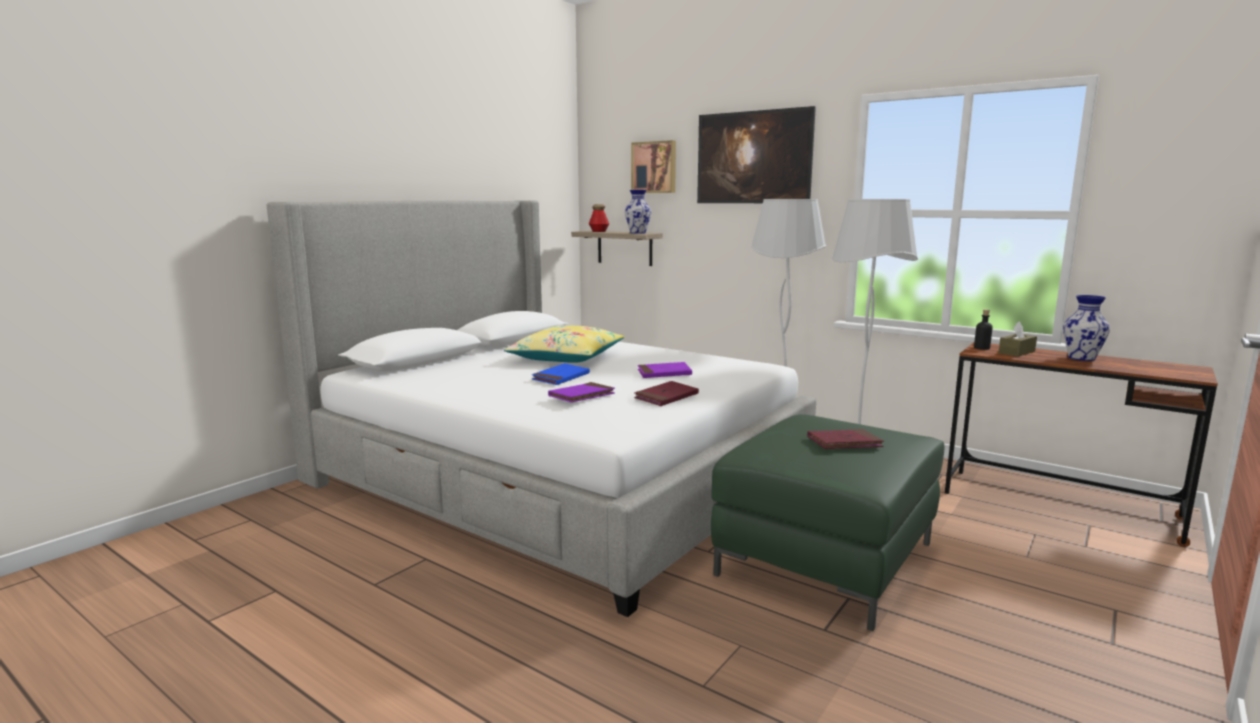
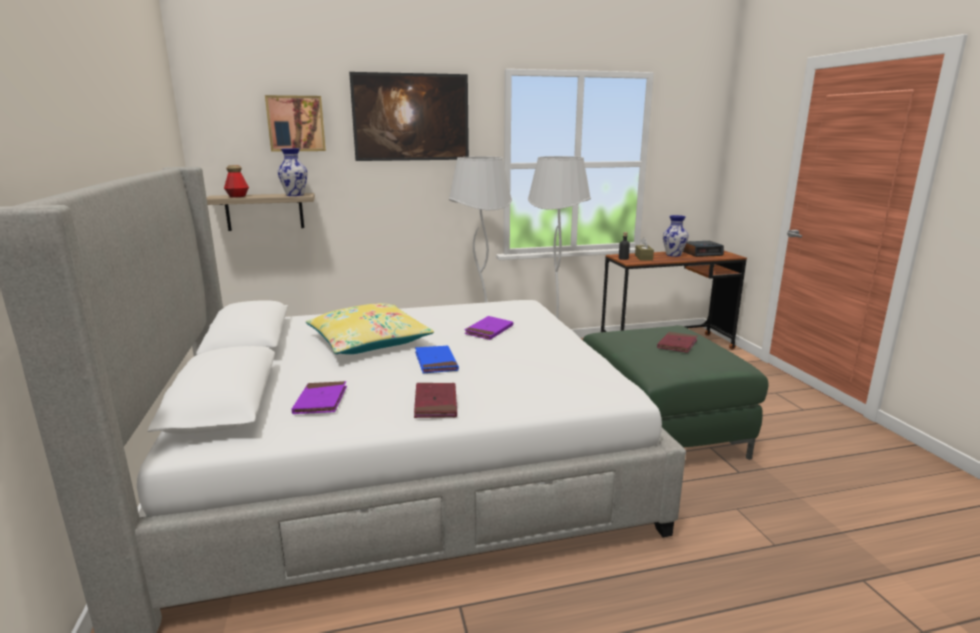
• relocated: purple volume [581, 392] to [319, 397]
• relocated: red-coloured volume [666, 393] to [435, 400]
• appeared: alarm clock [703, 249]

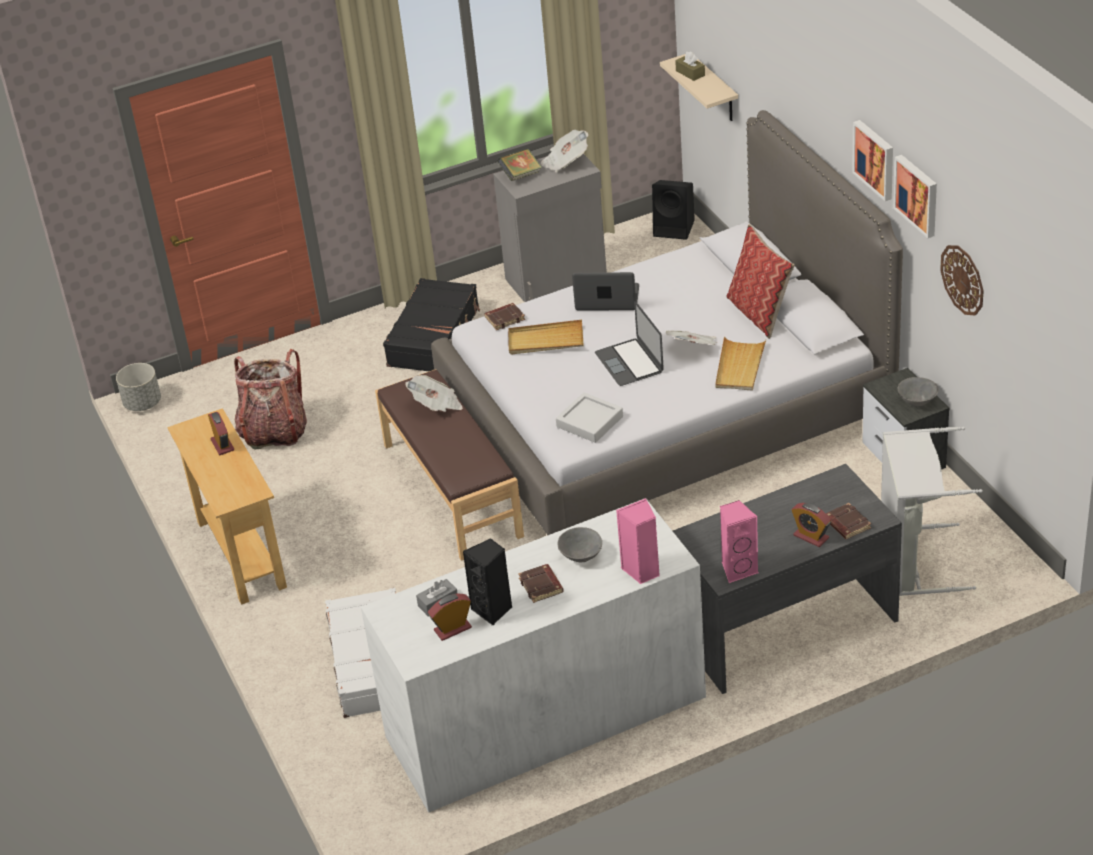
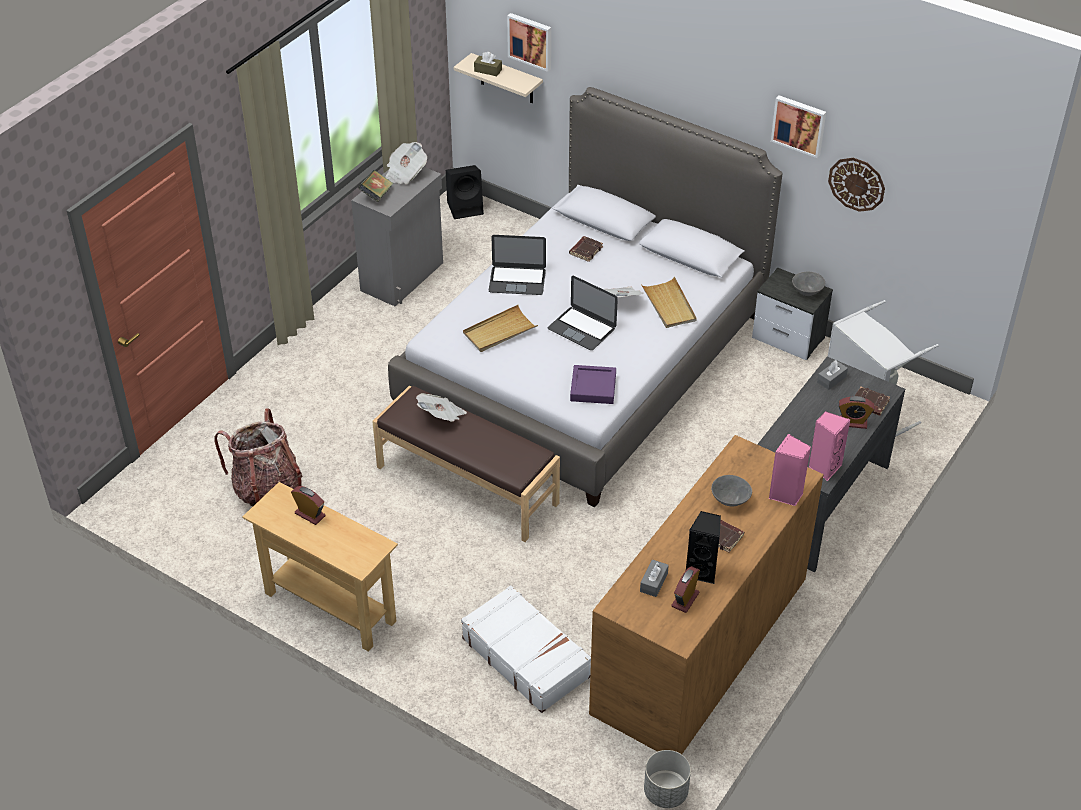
• spun: portable computer [605, 291] = [517, 265] 150 degrees counterclockwise
• relocated: wall art [873, 160] to [529, 42]
• relocated: brown volume [504, 316] to [586, 249]
• colour: gray serving tray [589, 417] to purple serving tray [593, 384]
• colour: white drawer chest [533, 655] to brown drawer chest [706, 594]
• relocated: gray planter [138, 387] to [667, 779]
• appeared: gray tissue box [832, 375]
• missing: black suitcase [431, 324]
• missing: pillow [760, 281]

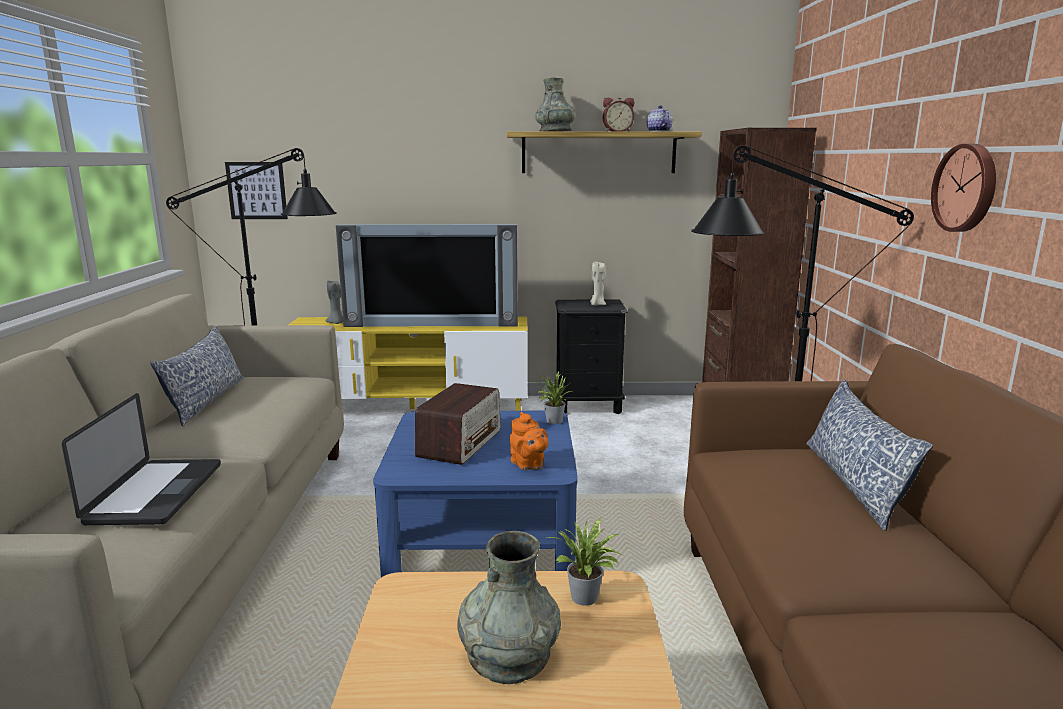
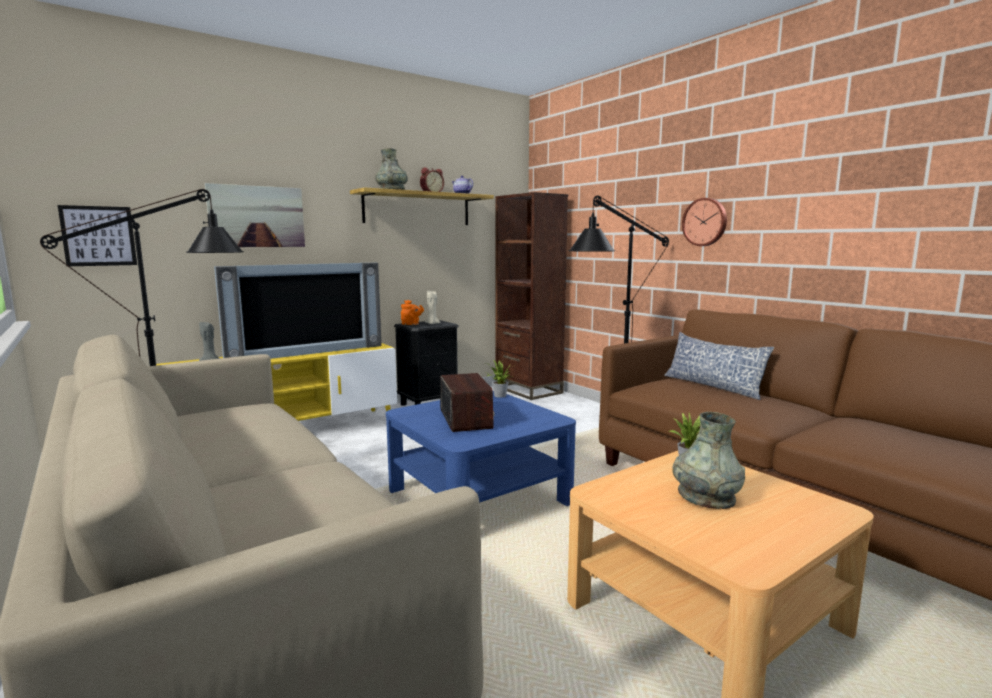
• appeared: wall art [255, 215]
• relocated: orange-coloured teapot [529, 441] to [412, 312]
• missing: portable computer [141, 459]
• missing: pillow [197, 376]

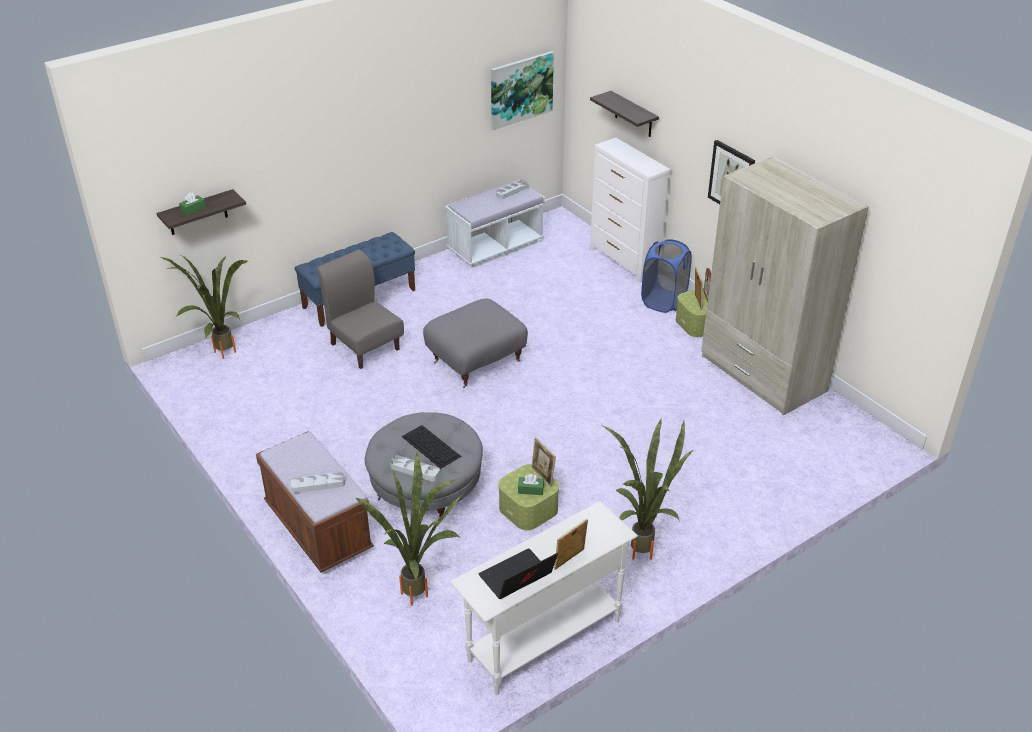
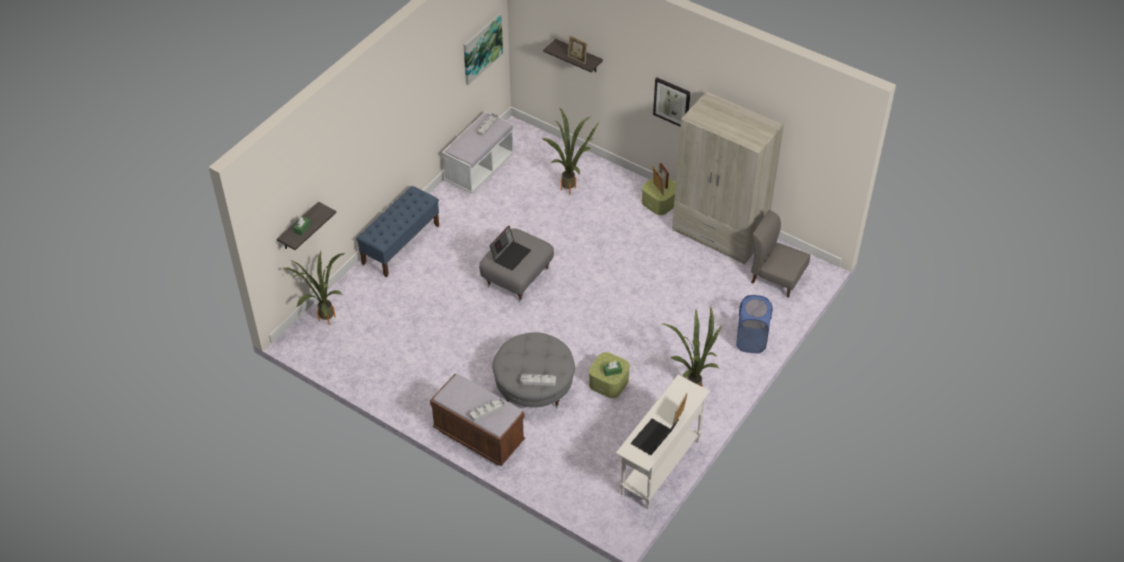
• appeared: portable computer [510, 248]
• relocated: plant in a pot [409, 528] to [570, 151]
• relocated: picture frame [543, 462] to [577, 49]
• relocated: blue laundry basket [666, 276] to [754, 324]
• relocated: gray chair [361, 309] to [780, 254]
• missing: keyboard [431, 447]
• missing: white drawer chest [630, 210]

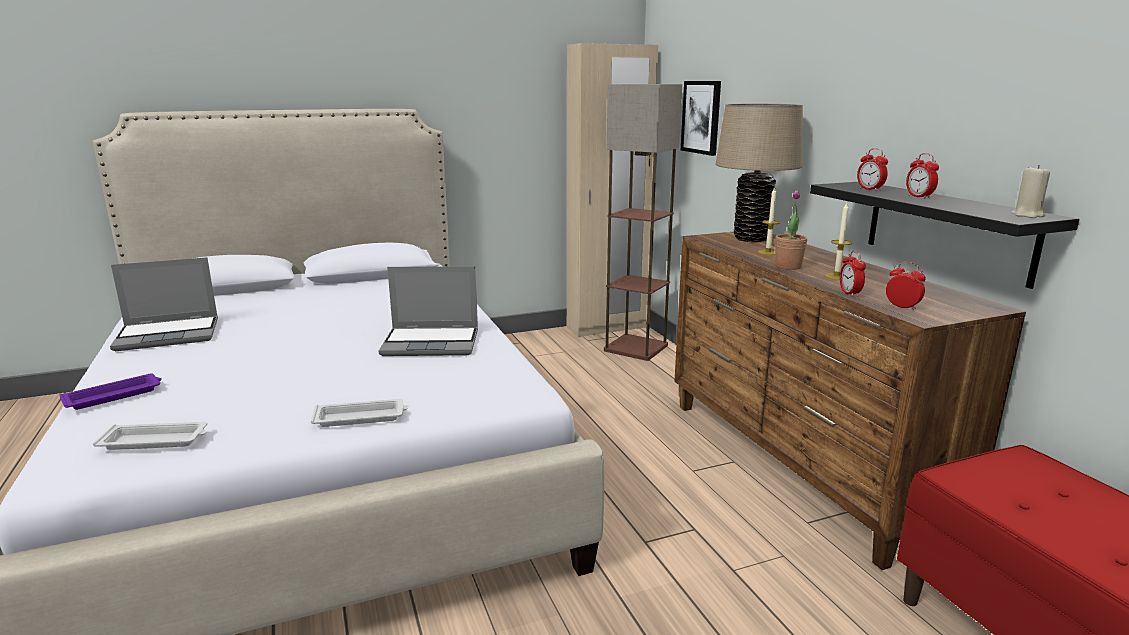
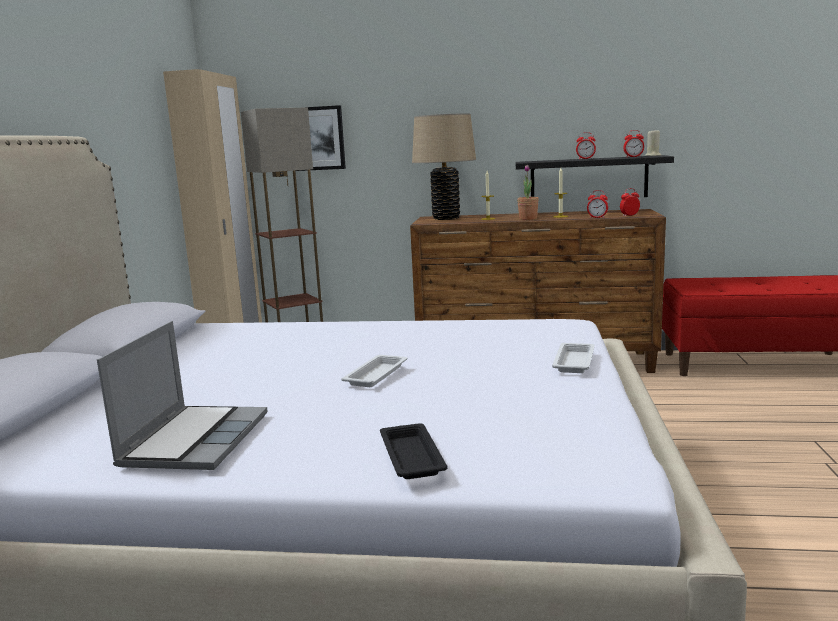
• relocated: white serving tray [150, 436] to [374, 371]
• colour: purple serving tray [110, 392] to black serving tray [414, 451]
• relocated: alarm clock [872, 169] to [633, 144]
• missing: portable computer [428, 311]

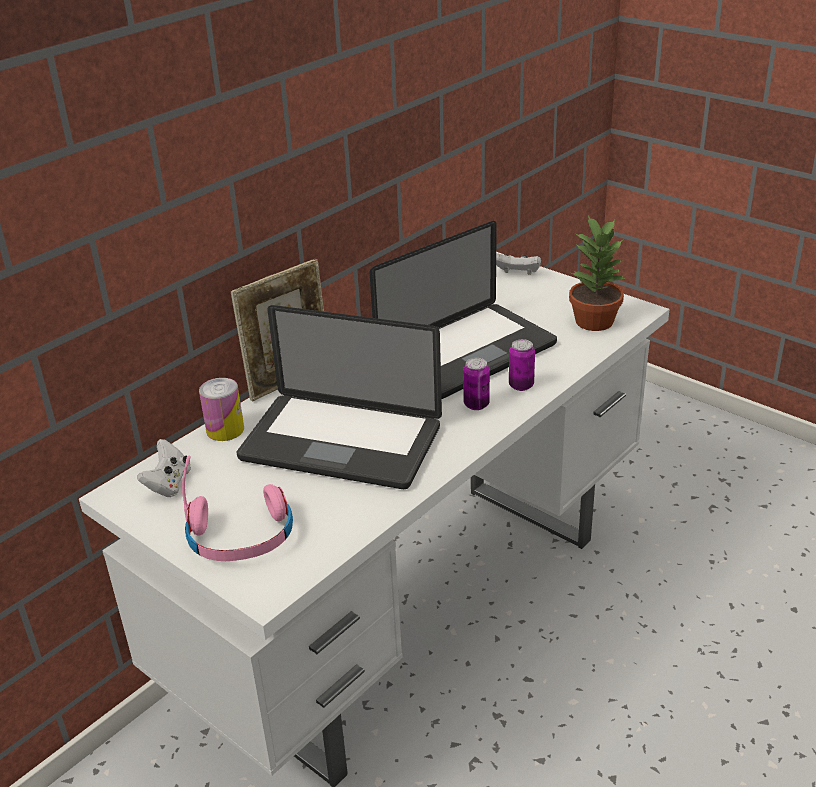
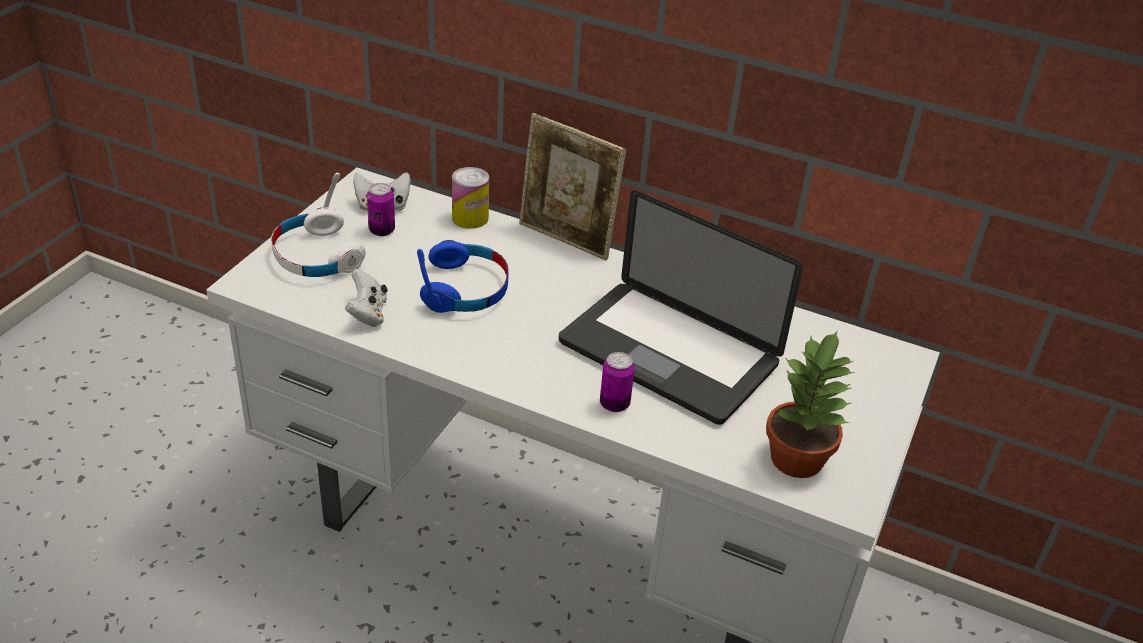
• colour: pink-coloured headset [237, 508] to white headset [318, 225]
• relocated: white gamepad [518, 264] to [366, 298]
• relocated: sealed can [476, 384] to [381, 209]
• exchanged: portable computer [339, 397] to blue headset [463, 276]

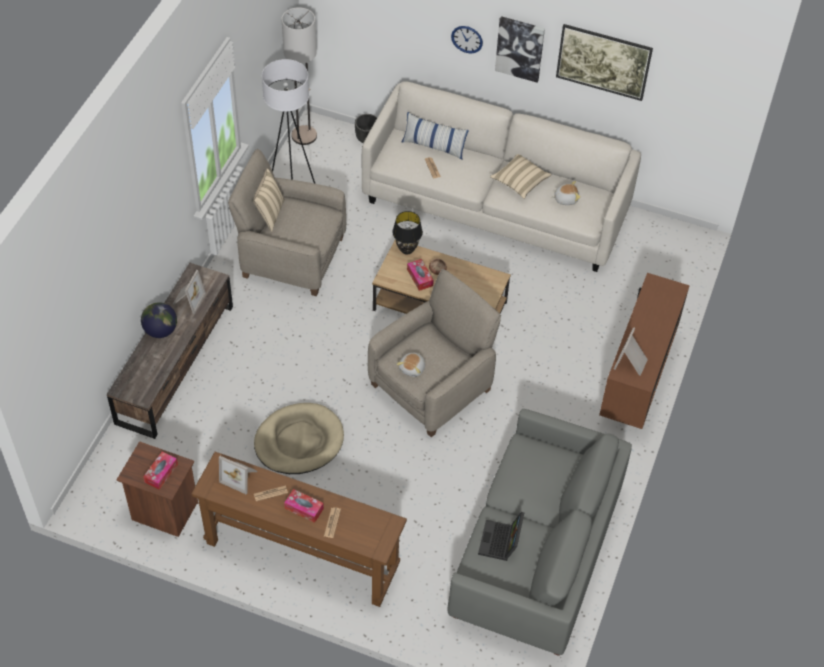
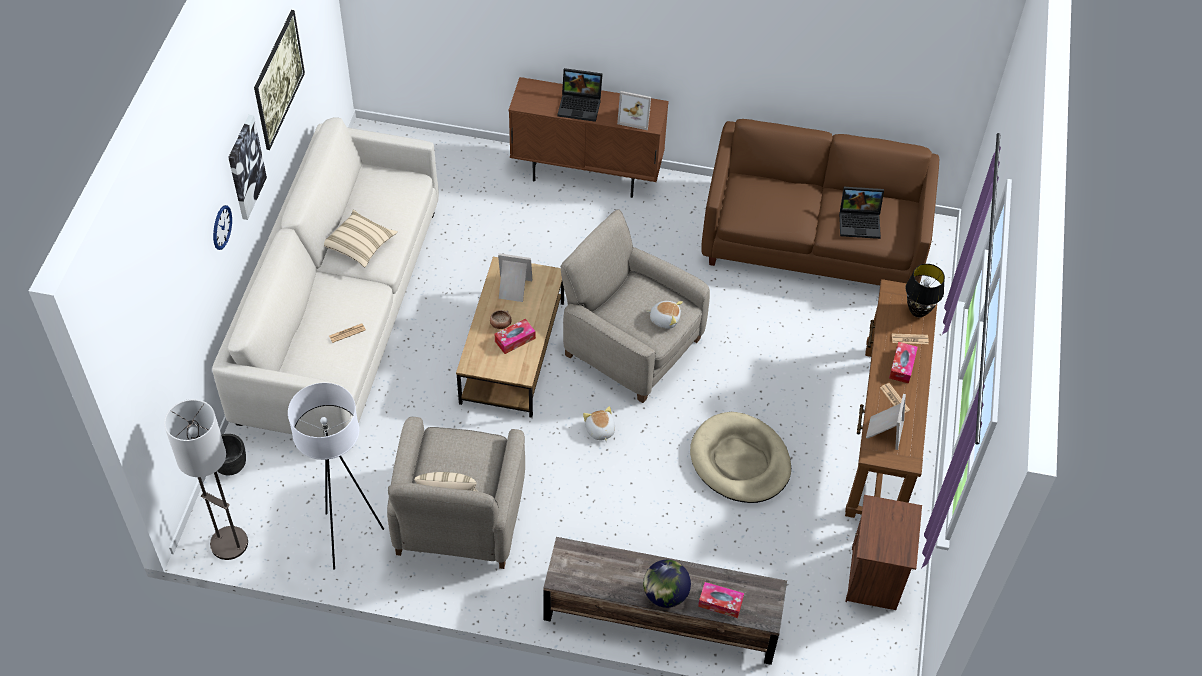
• relocated: picture frame [189, 292] to [515, 277]
• appeared: portable computer [580, 95]
• relocated: plush toy [566, 193] to [599, 424]
• relocated: tissue box [160, 471] to [721, 600]
• colour: gray sofa [540, 532] to brown sofa [820, 202]
• relocated: black tabletop lamp [407, 233] to [925, 290]
• missing: pillow [435, 136]

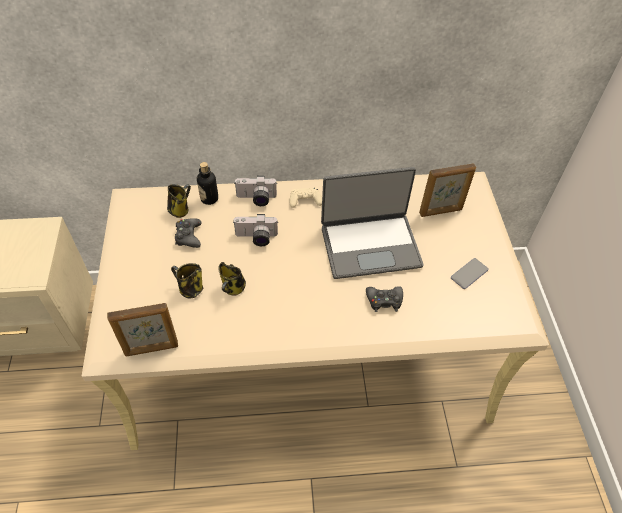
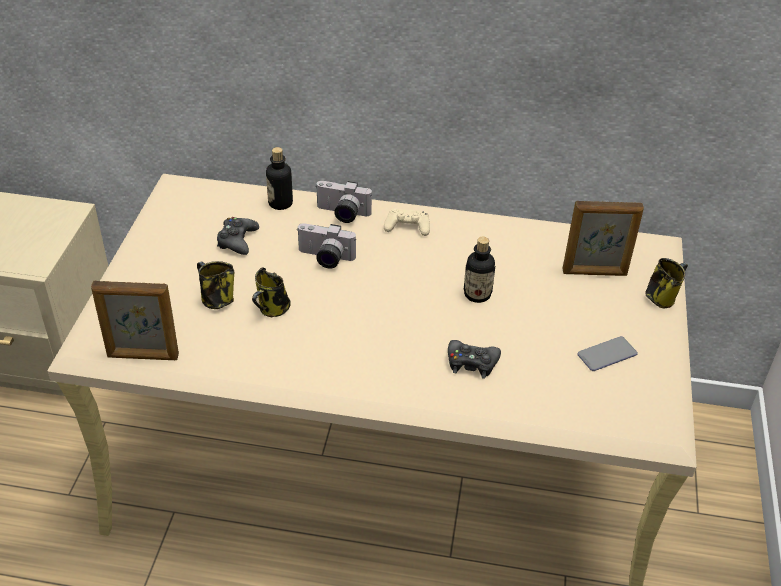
• exchanged: portable computer [372, 223] to drink bottle [480, 270]
• relocated: mug [179, 201] to [666, 283]

